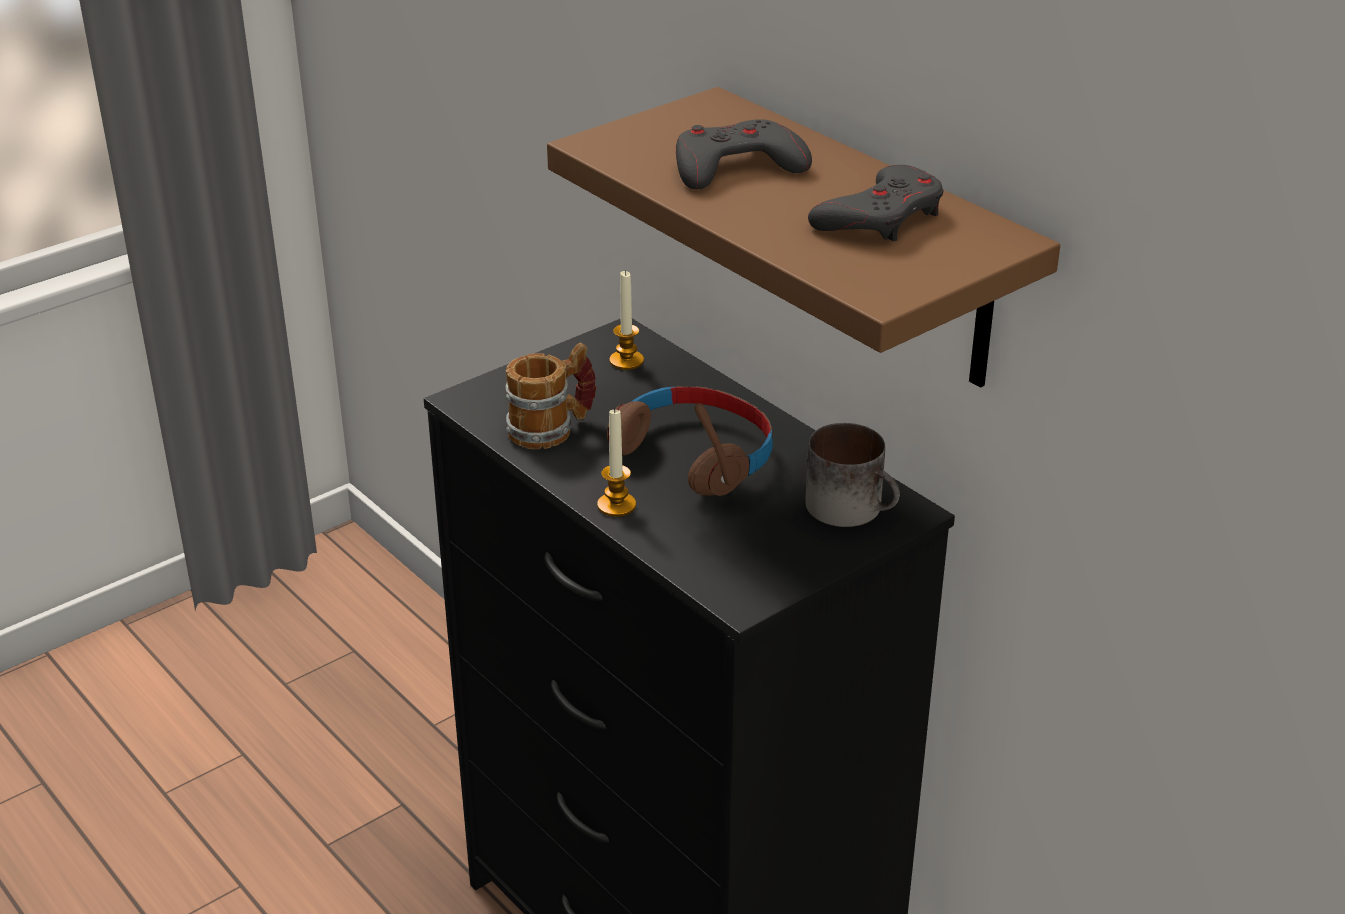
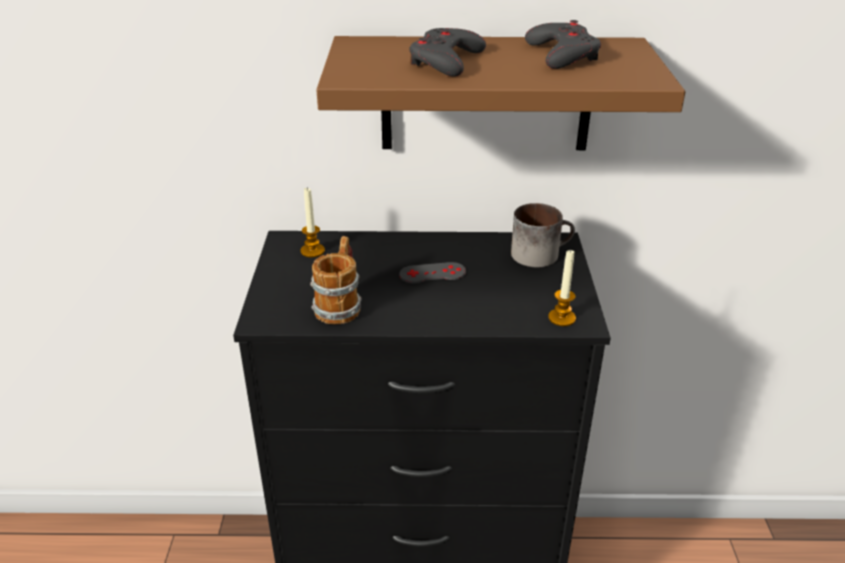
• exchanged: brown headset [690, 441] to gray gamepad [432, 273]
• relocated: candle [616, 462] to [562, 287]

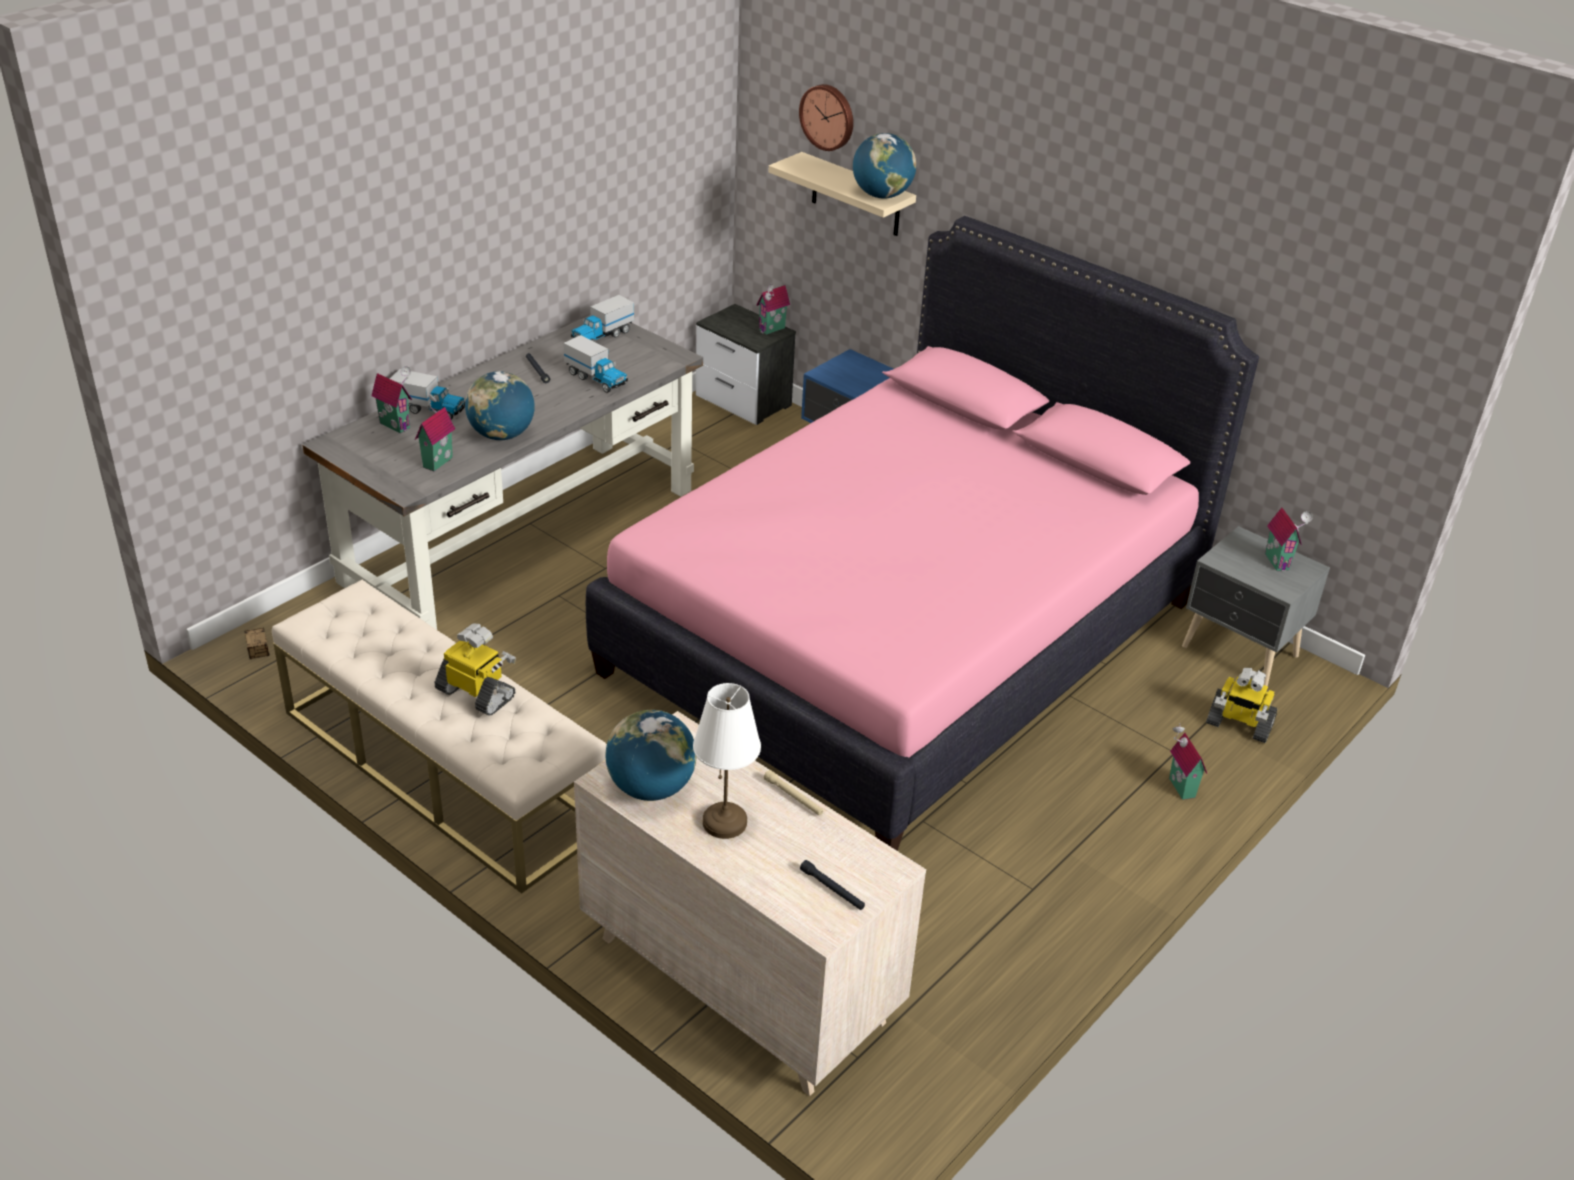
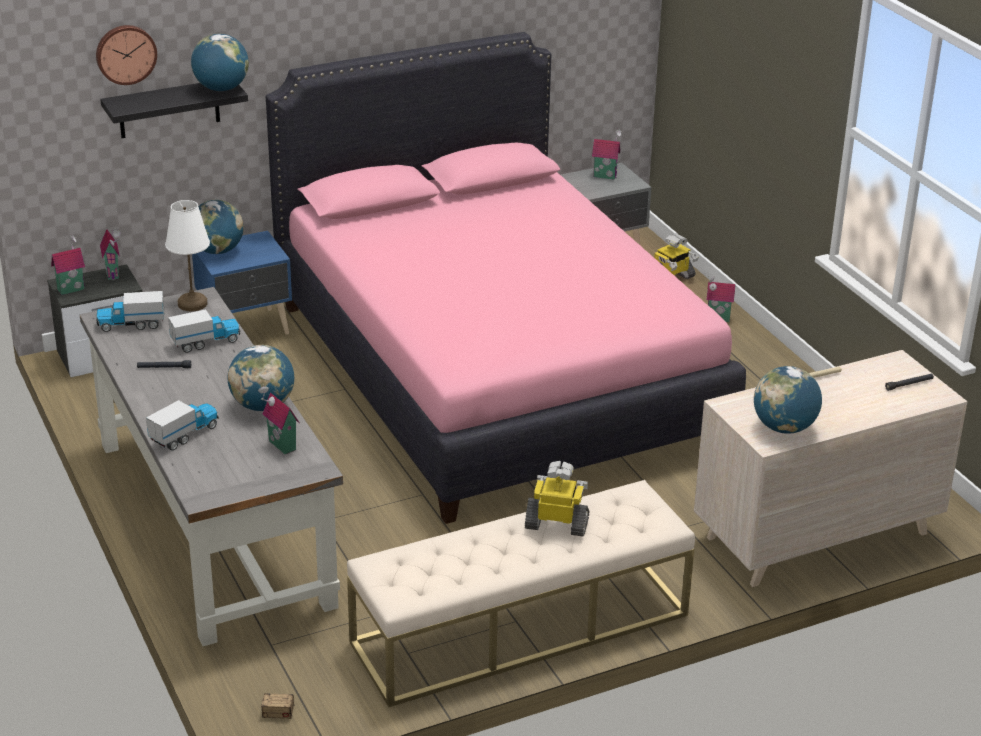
• relocated: toy house [391, 399] to [68, 264]
• spun: toy truck [602, 318] = [130, 311] 105 degrees clockwise
• colour: beige-coloured shelf [842, 194] to black shelf [174, 110]
• relocated: white tabletop lamp [727, 761] to [187, 255]
• appeared: globe [221, 227]
• spun: robot figure [475, 669] = [557, 499] 45 degrees clockwise

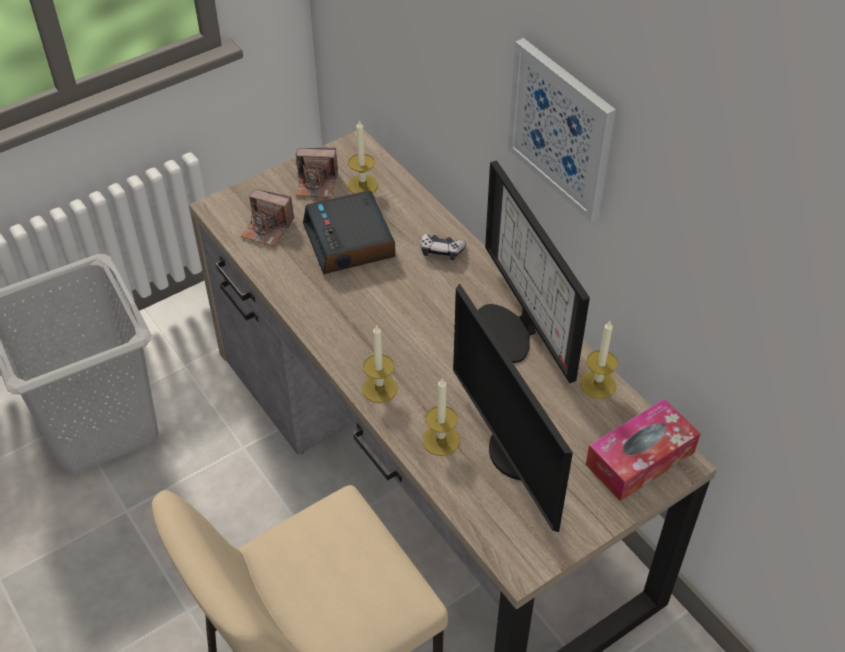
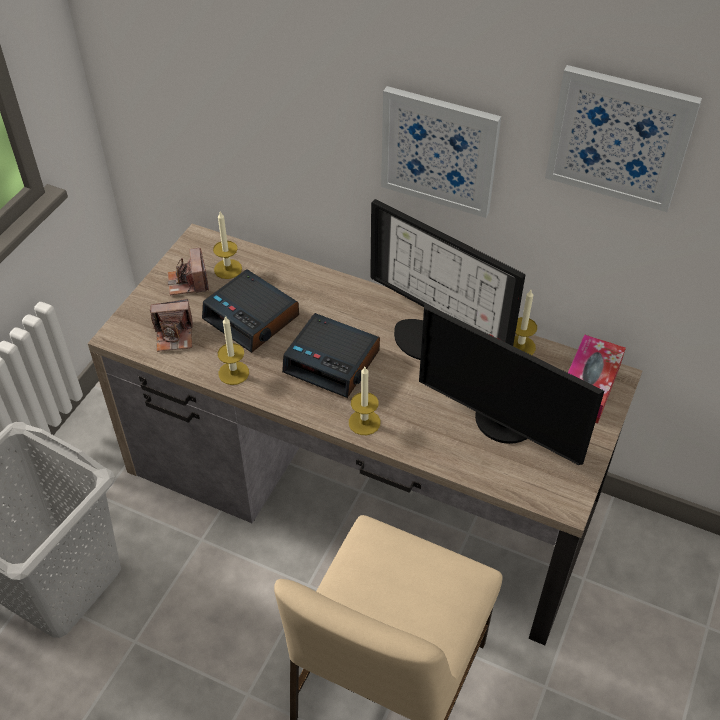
• spun: still camera [317, 173] = [188, 271] 105 degrees clockwise
• relocated: candle [441, 417] to [233, 350]
• appeared: alarm clock [331, 355]
• appeared: wall art [623, 138]
• missing: gamepad [443, 246]

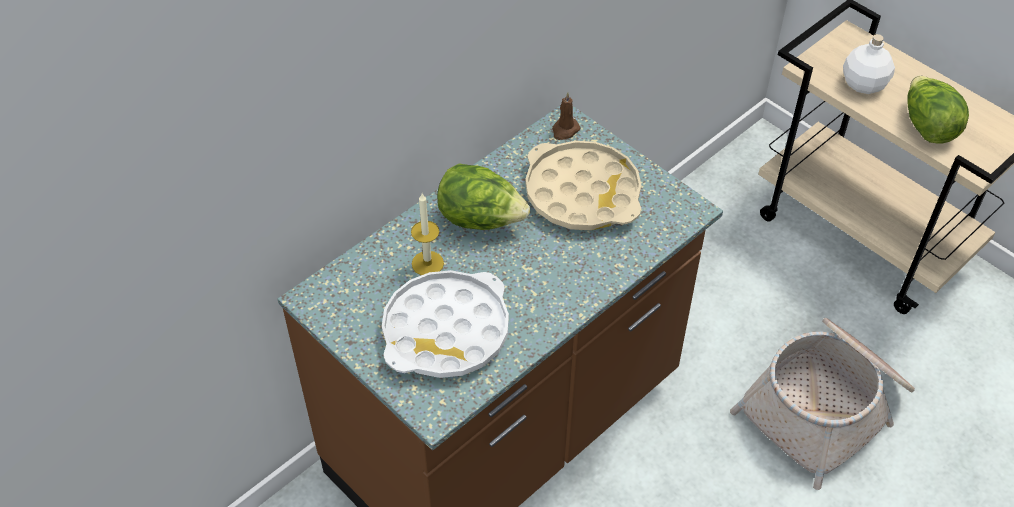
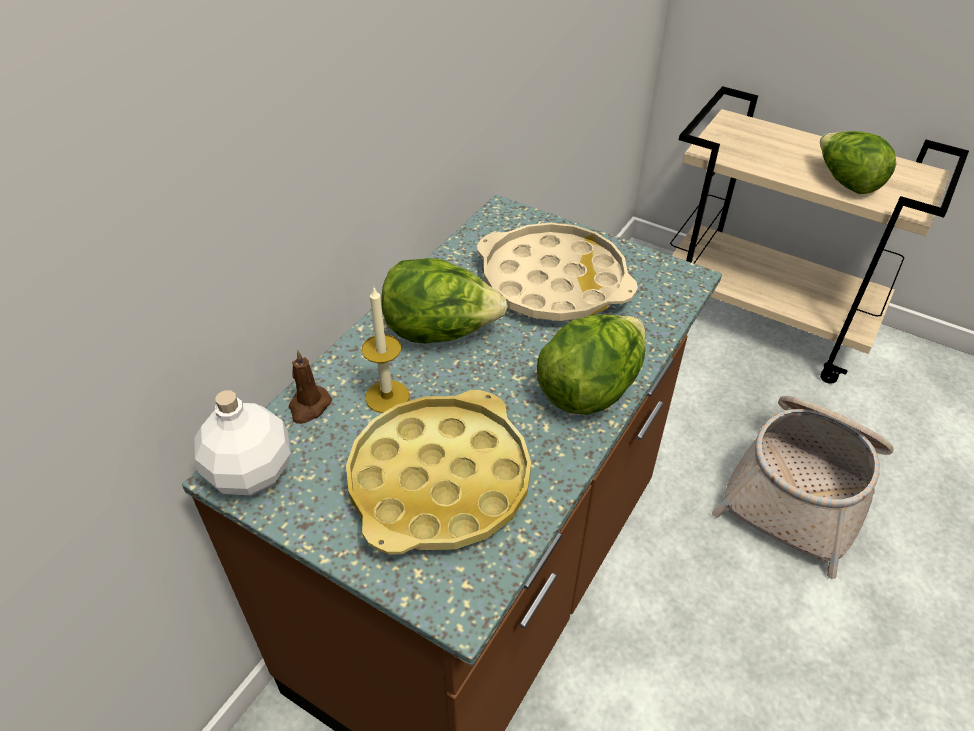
• relocated: white drink bottle [869, 64] to [242, 442]
• relocated: brown candle [566, 116] to [310, 387]
• colour: white serving tray [445, 324] to yellow-coloured serving tray [438, 472]
• appeared: lettuce head [591, 364]

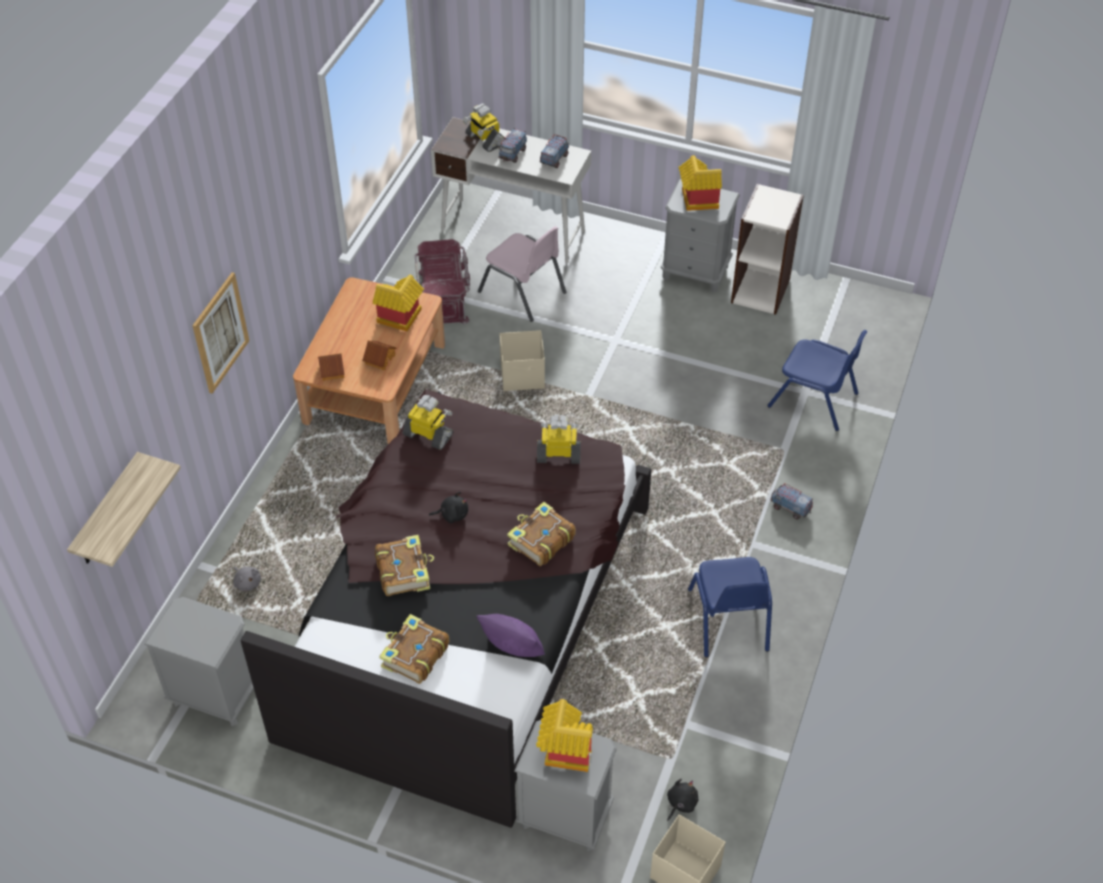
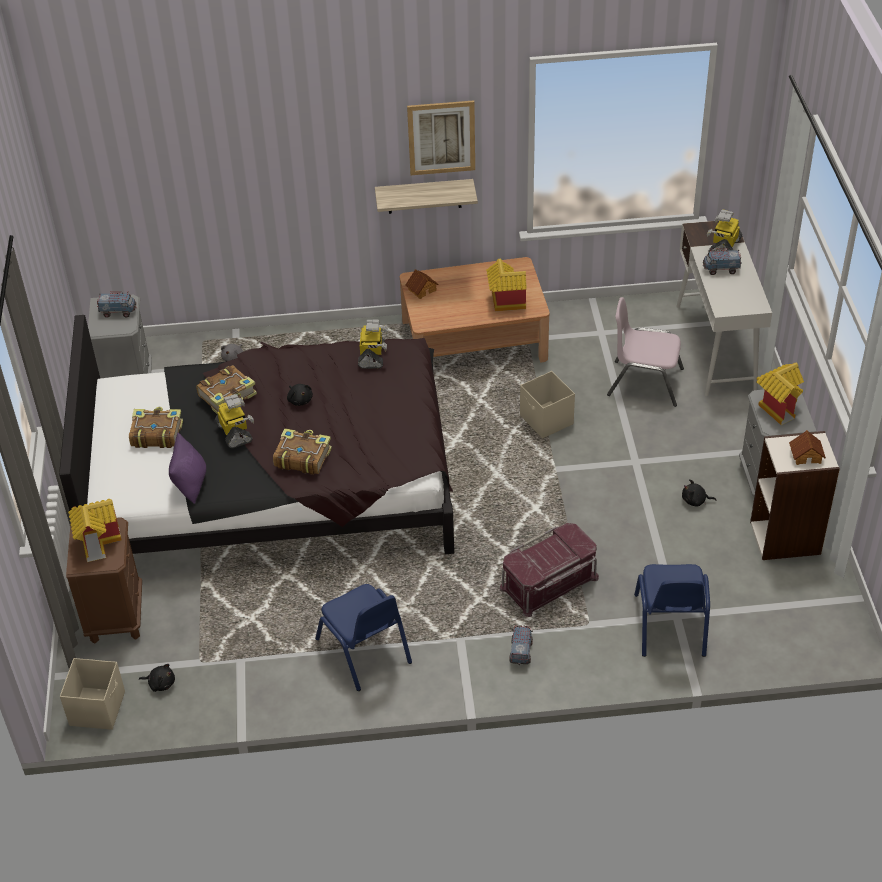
• colour: gray nightstand [565, 785] to brown nightstand [104, 580]
• relocated: toy truck [554, 151] to [117, 305]
• relocated: robot figure [559, 439] to [234, 421]
• spun: blue chair [730, 607] = [363, 637] 90 degrees counterclockwise
• relocated: shelf [124, 509] to [426, 196]
• relocated: wall art [220, 333] to [441, 137]
• relocated: red-coloured storage bin [442, 282] to [549, 570]
• spun: pink-coloured chair [522, 274] = [645, 352] 90 degrees clockwise
• appeared: black plush toy [699, 493]
• relocated: toy house [379, 355] to [807, 447]

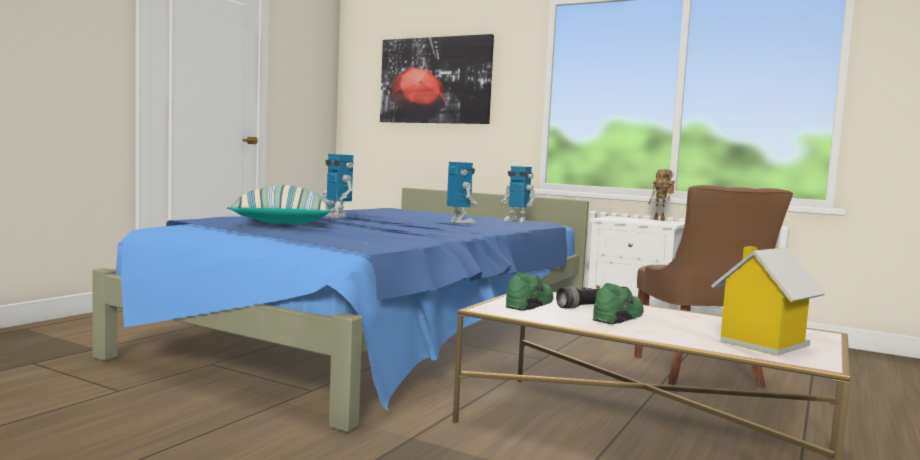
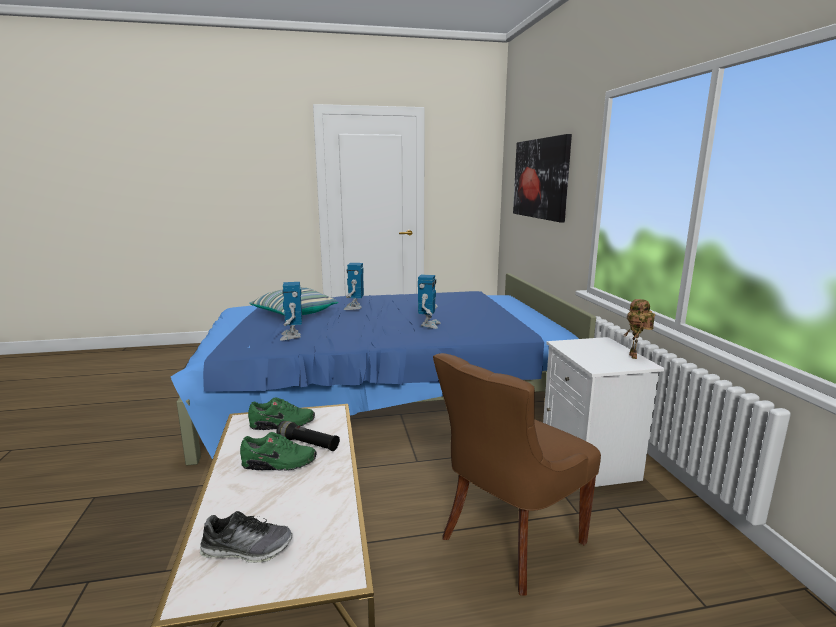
• exchanged: toy house [768, 301] to shoe [246, 537]
• relocated: robot figure [518, 194] to [291, 311]

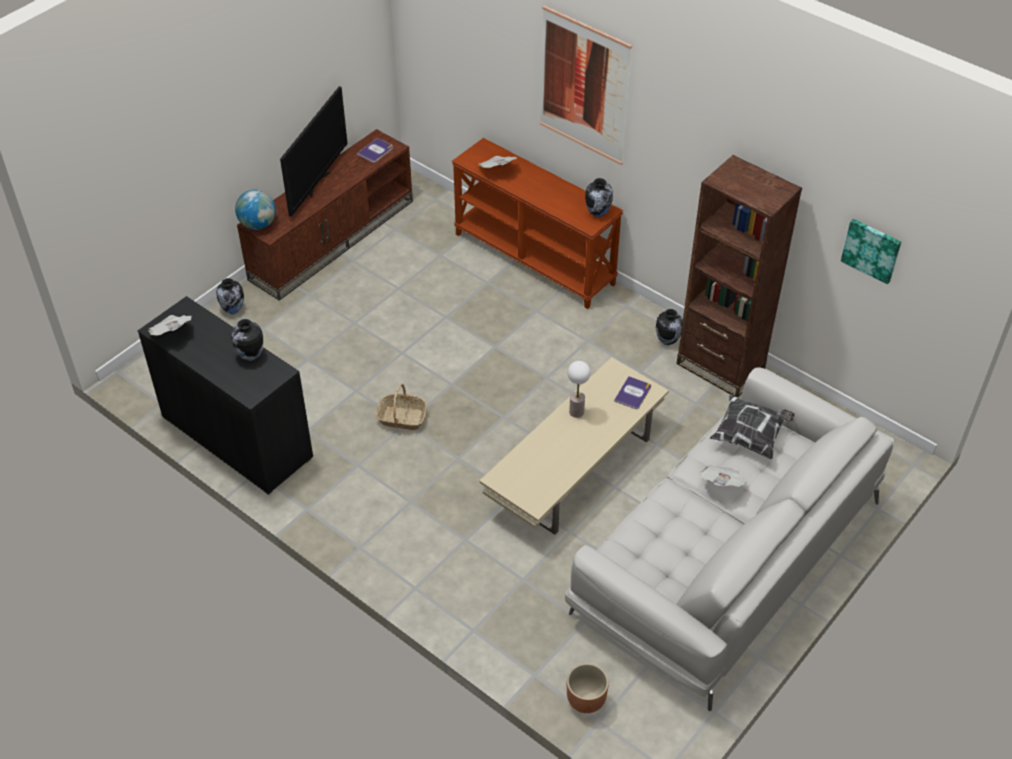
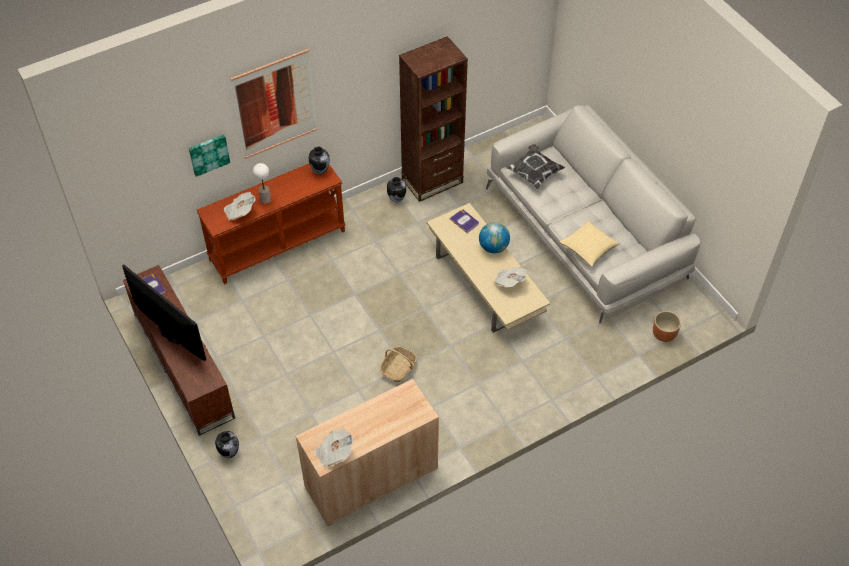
• relocated: wall art [871, 251] to [209, 156]
• relocated: tabletop lamp [579, 389] to [262, 183]
• colour: black storage cabinet [225, 395] to beige-coloured storage cabinet [367, 452]
• relocated: globe [255, 210] to [494, 237]
• relocated: newspaper [723, 476] to [510, 277]
• appeared: pillow [590, 243]
• missing: vase [247, 340]

